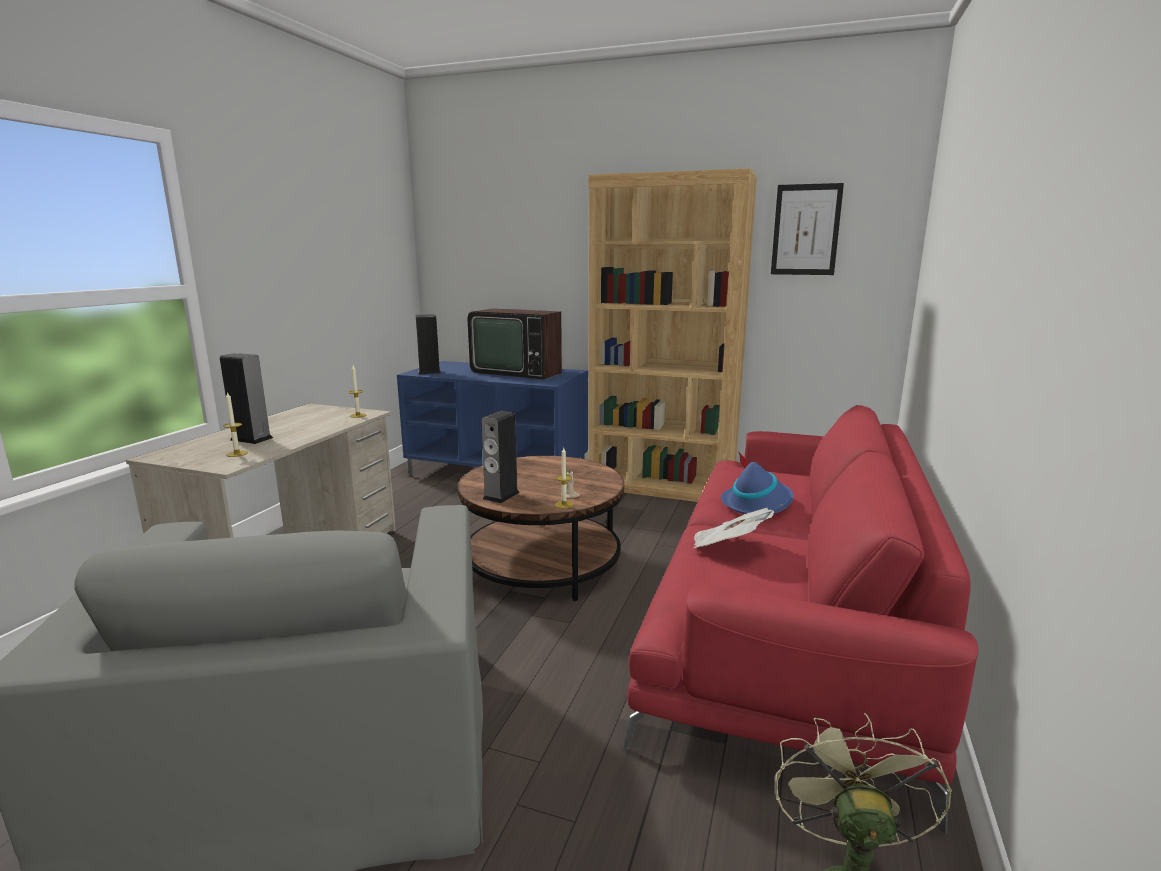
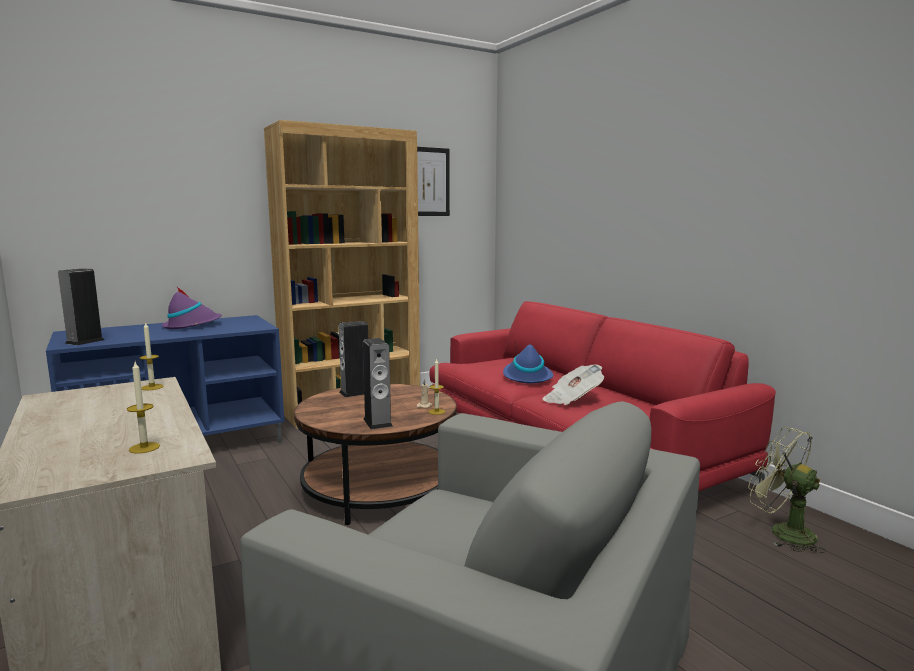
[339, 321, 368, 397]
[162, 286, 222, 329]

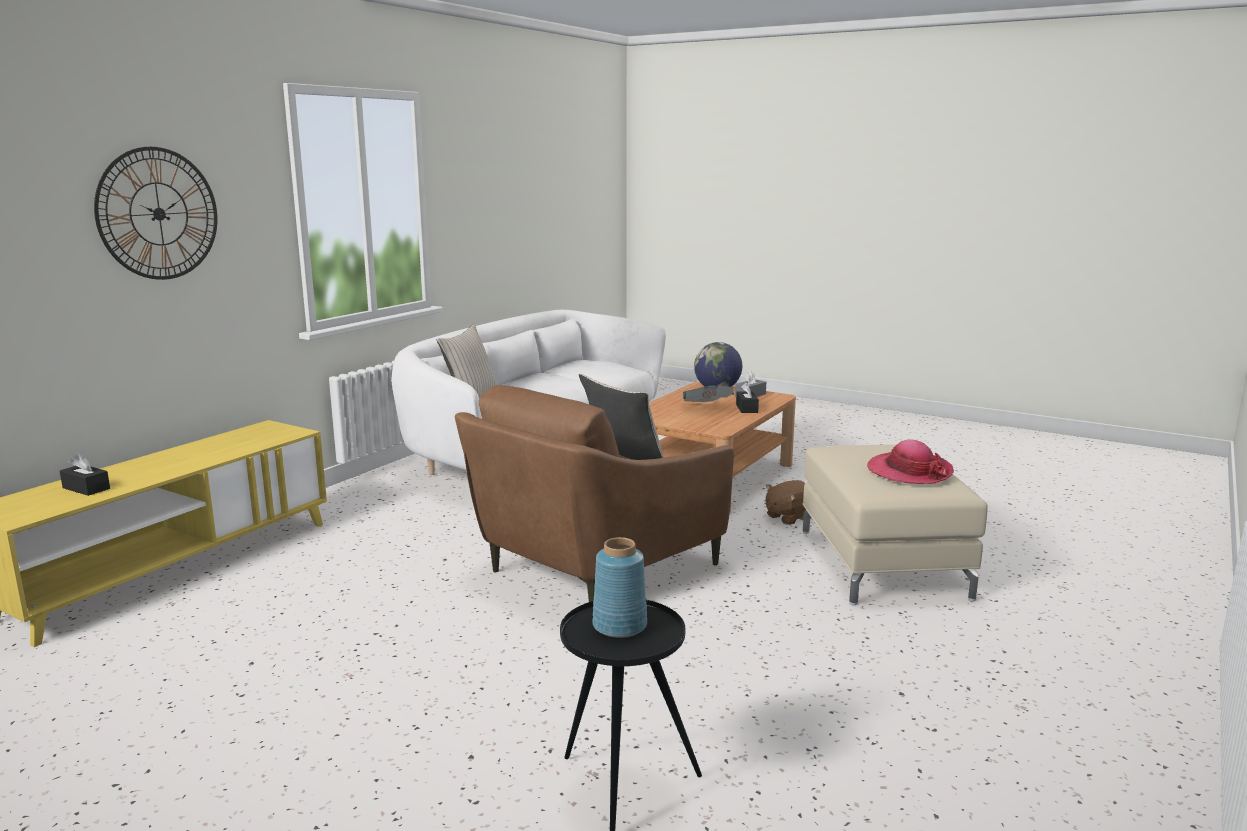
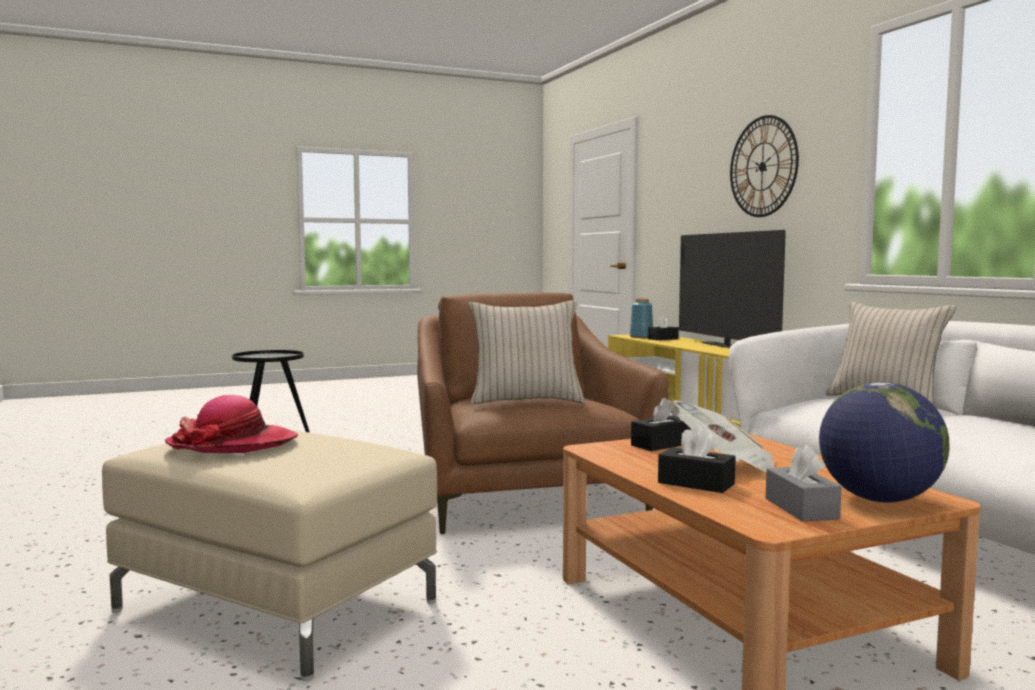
[765, 480, 811, 525] (first image)
[631, 398, 691, 451]
[679, 230, 786, 348]
[630, 298, 653, 338]

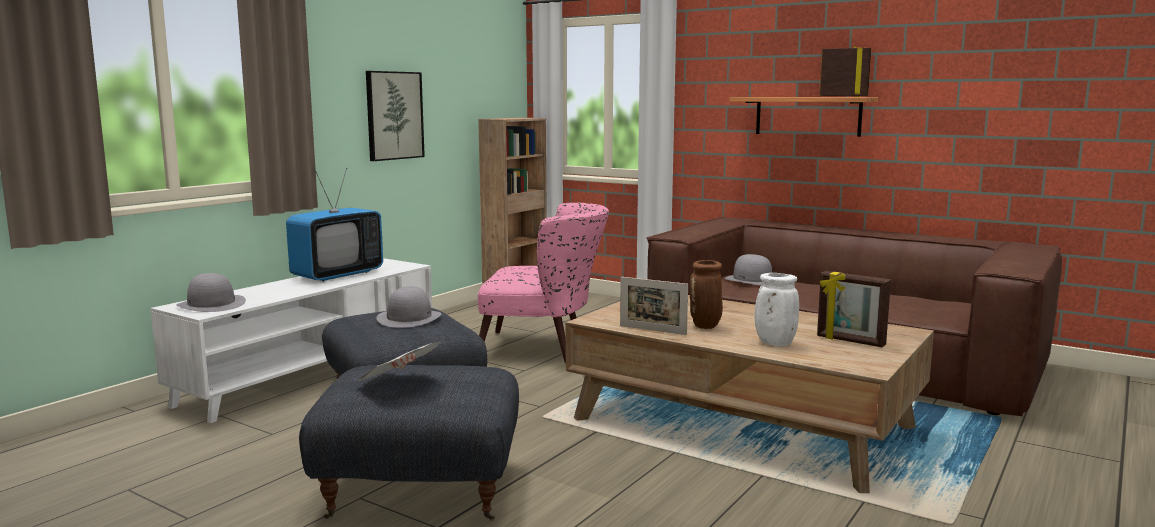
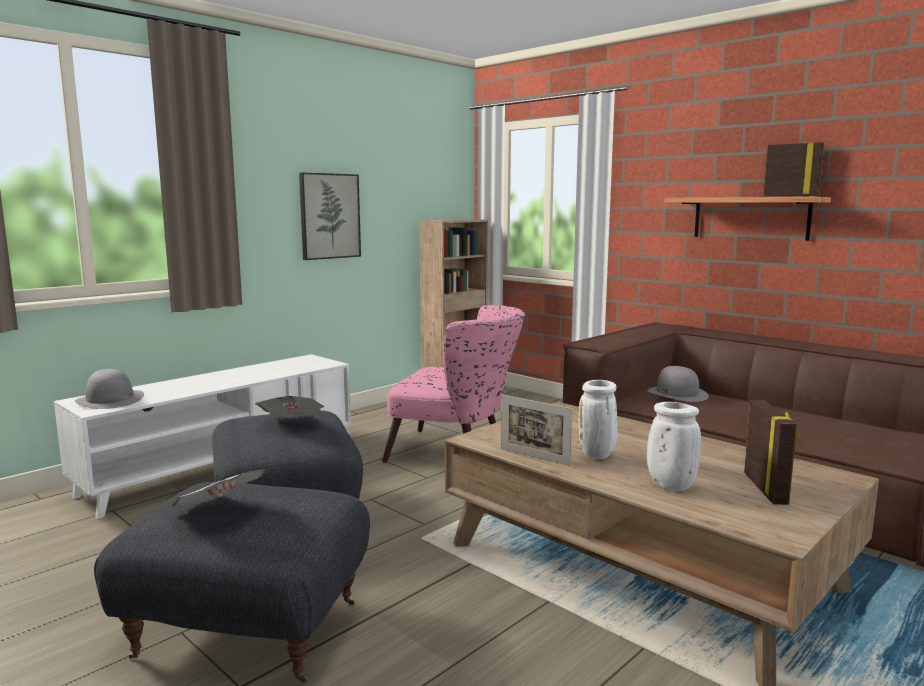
[286, 168, 383, 282] (first image)
[255, 396, 324, 415]
[579, 380, 618, 459]
[744, 400, 799, 505]

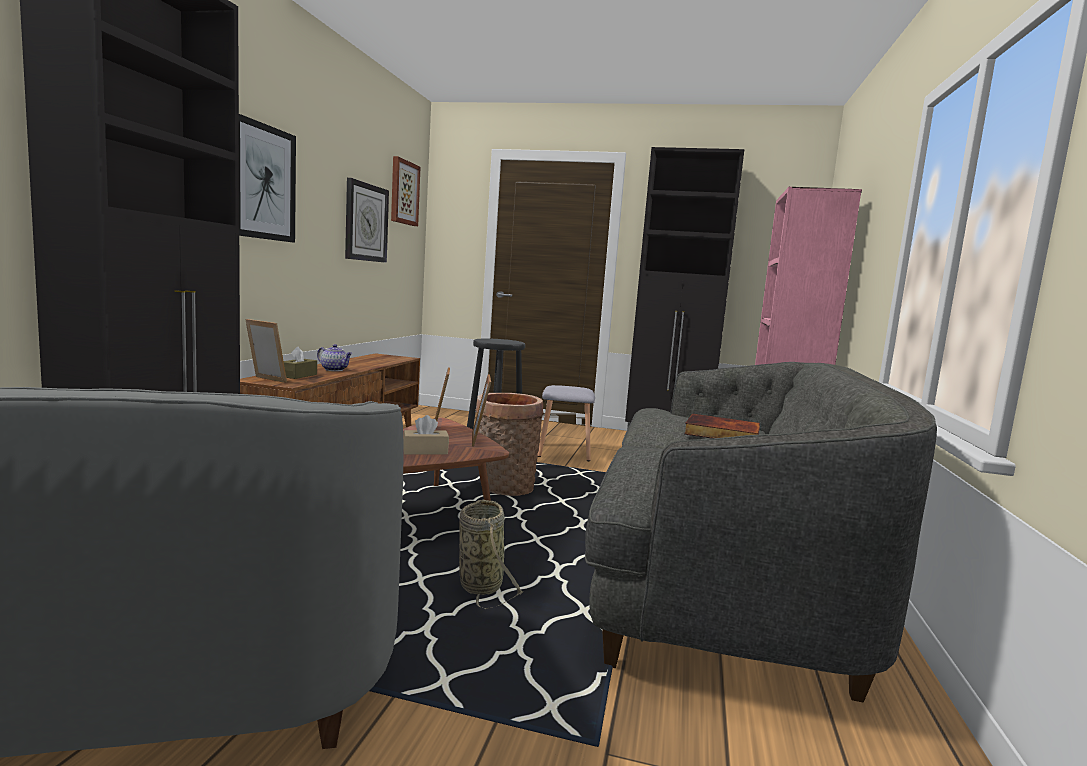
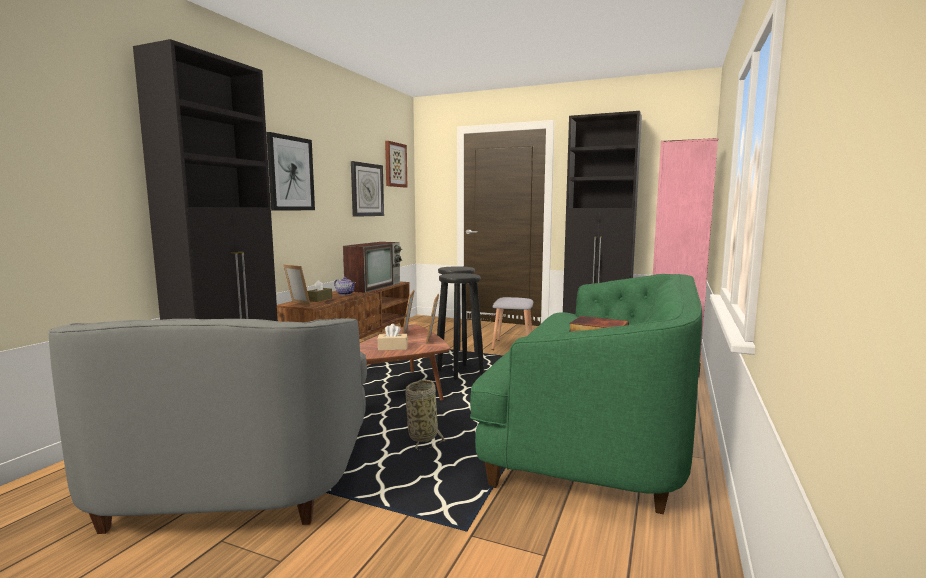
[343, 242, 402, 293]
[438, 273, 484, 380]
[470, 274, 702, 515]

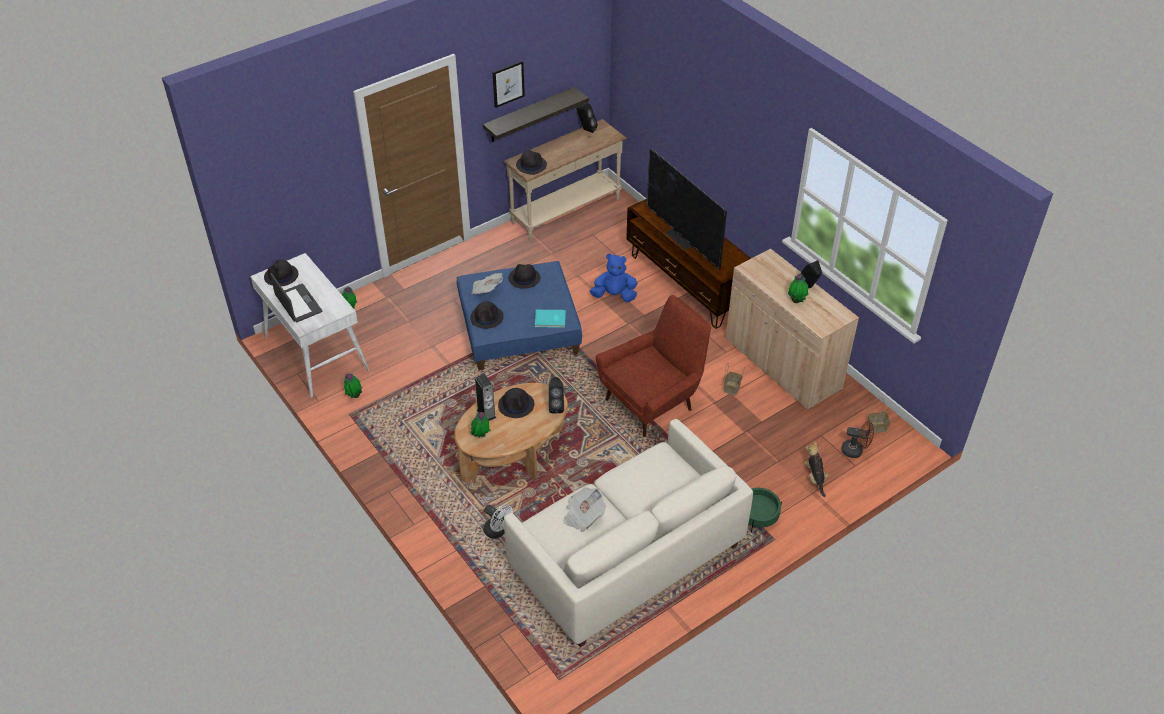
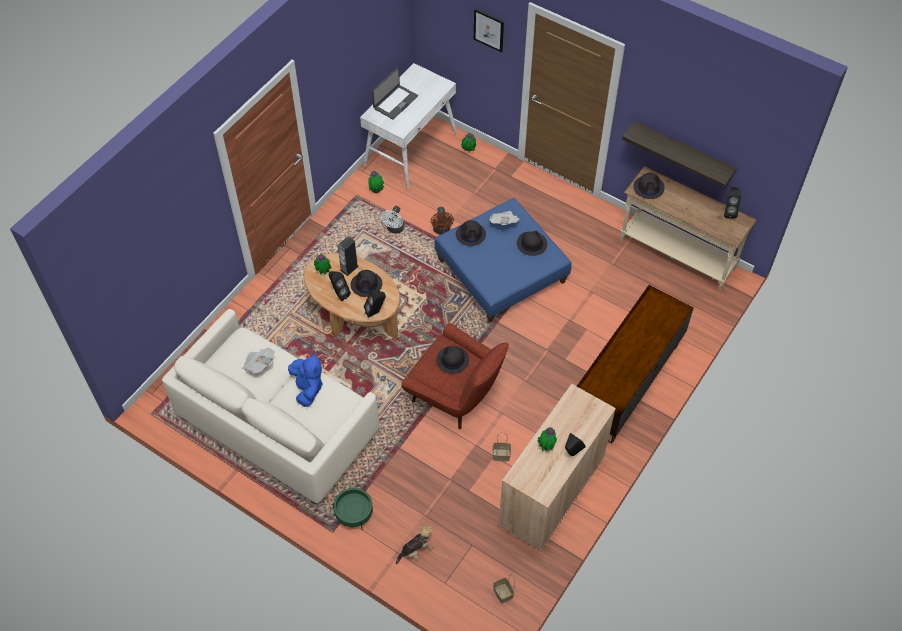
[535, 310, 566, 328] (first image)
[647, 148, 727, 270] (first image)
[329, 271, 351, 301]
[436, 346, 469, 374]
[381, 206, 405, 234]
[474, 9, 504, 52]
[288, 353, 323, 407]
[431, 207, 454, 234]

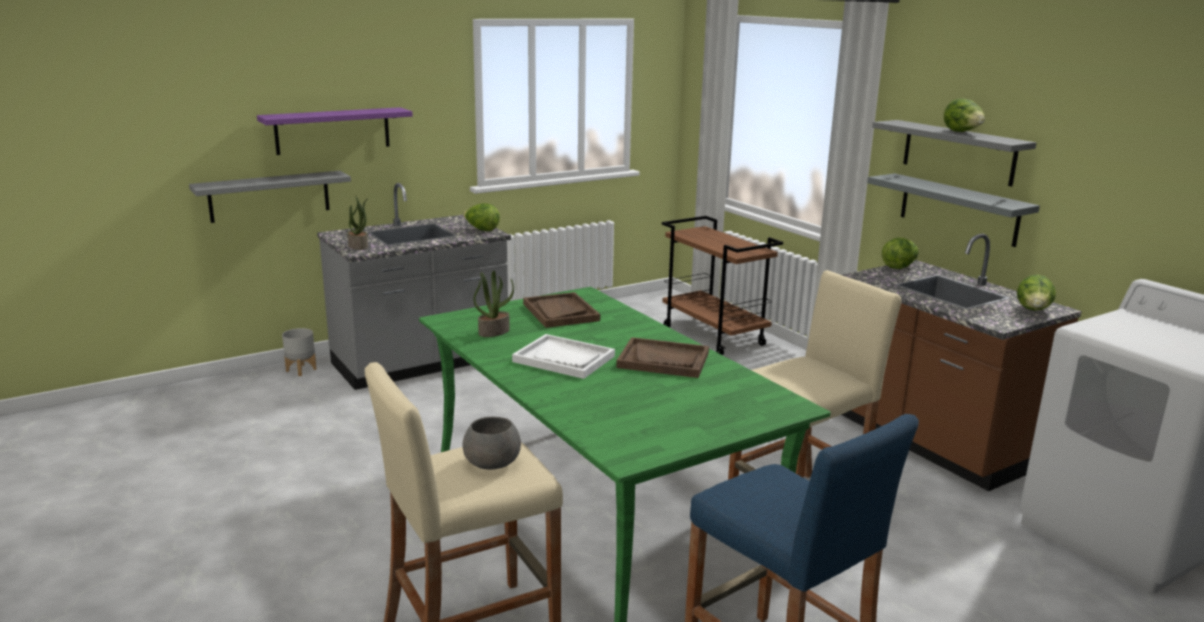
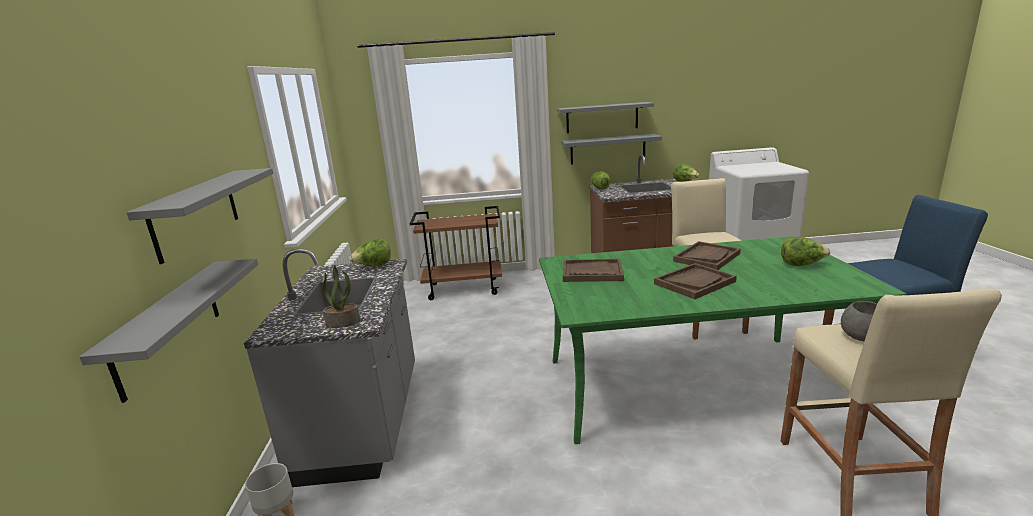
[473, 271, 514, 337] (first image)
[781, 237, 830, 266]
[126, 168, 273, 264]
[654, 263, 737, 299]

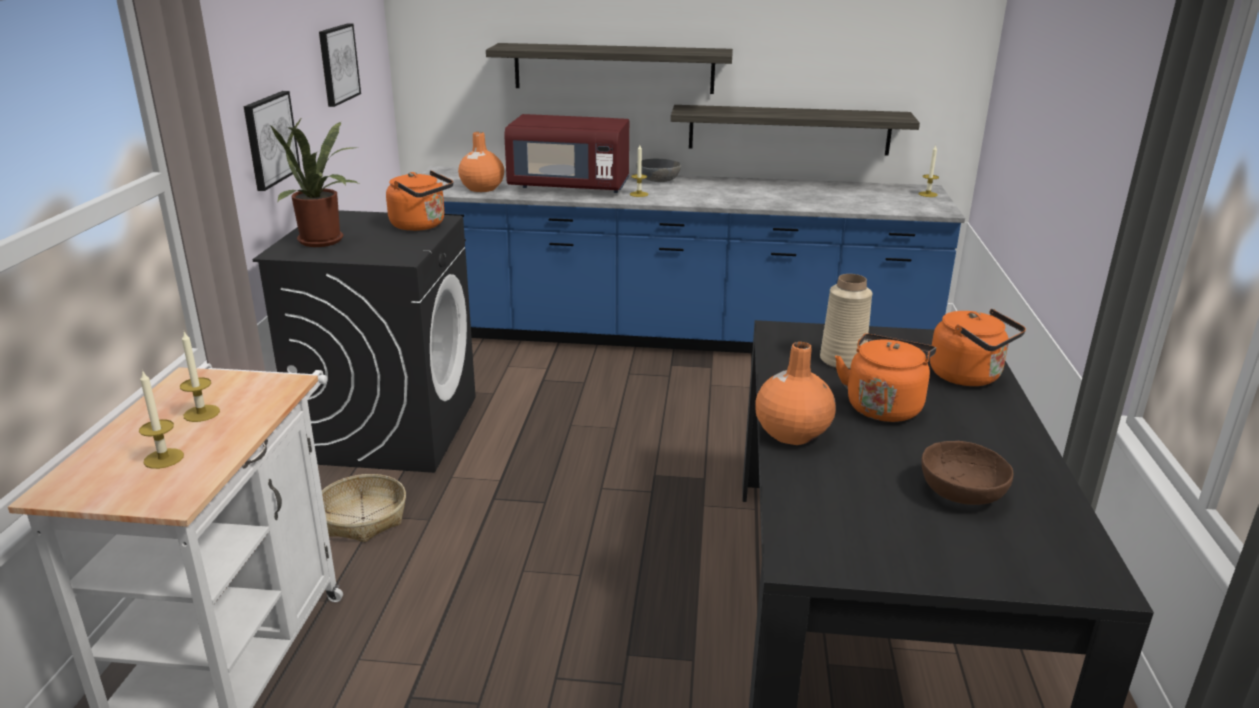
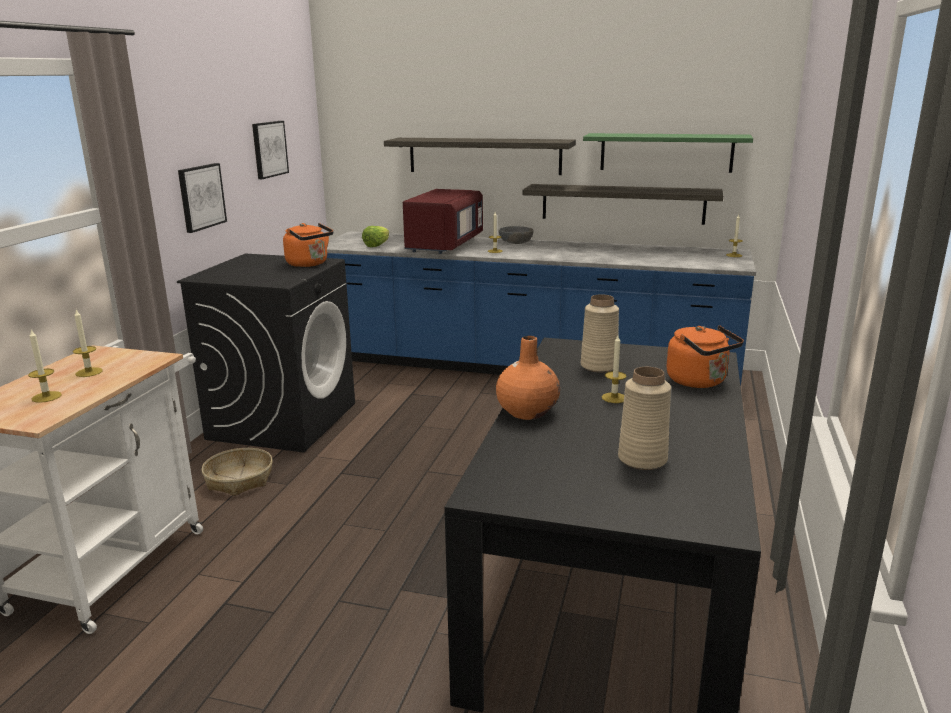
[271, 117, 359, 247] (first image)
[583, 133, 753, 173]
[362, 226, 389, 247]
[602, 335, 627, 403]
[618, 367, 671, 470]
[403, 189, 483, 254]

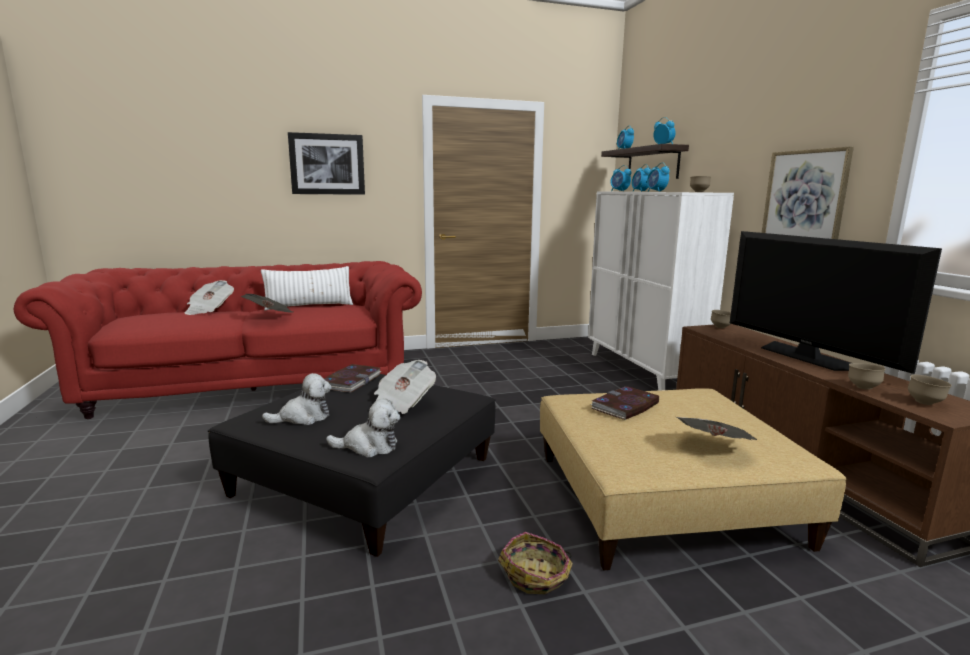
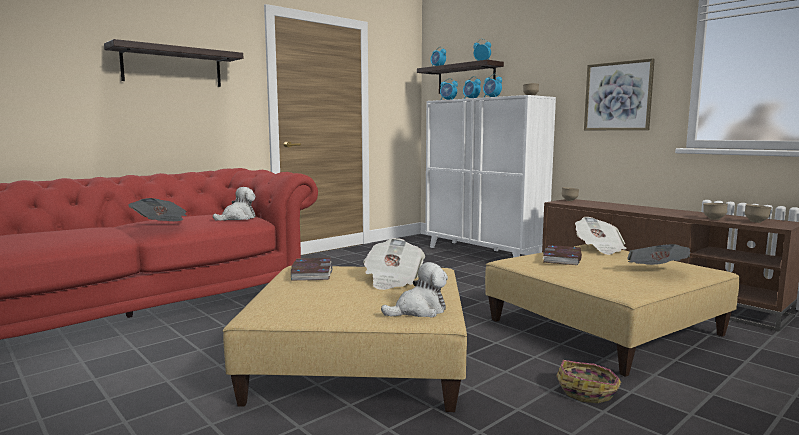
[261, 266, 353, 310] (first image)
[730, 231, 942, 374] (first image)
[575, 217, 627, 255]
[213, 187, 256, 221]
[104, 39, 243, 87]
[223, 266, 467, 412]

